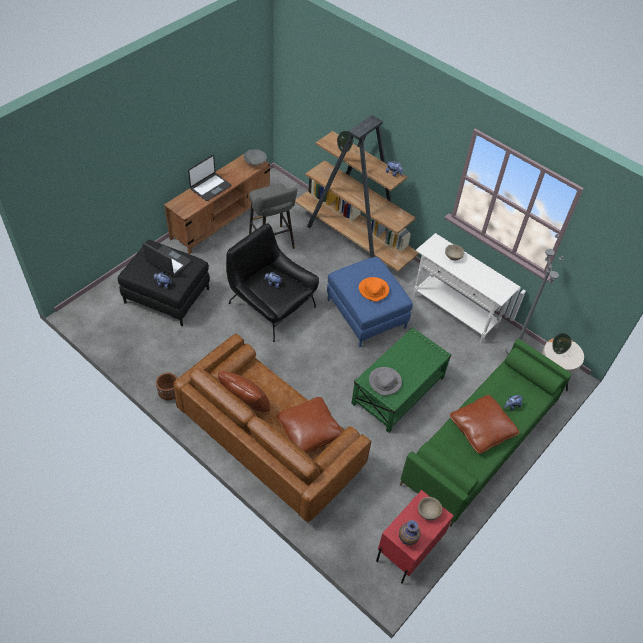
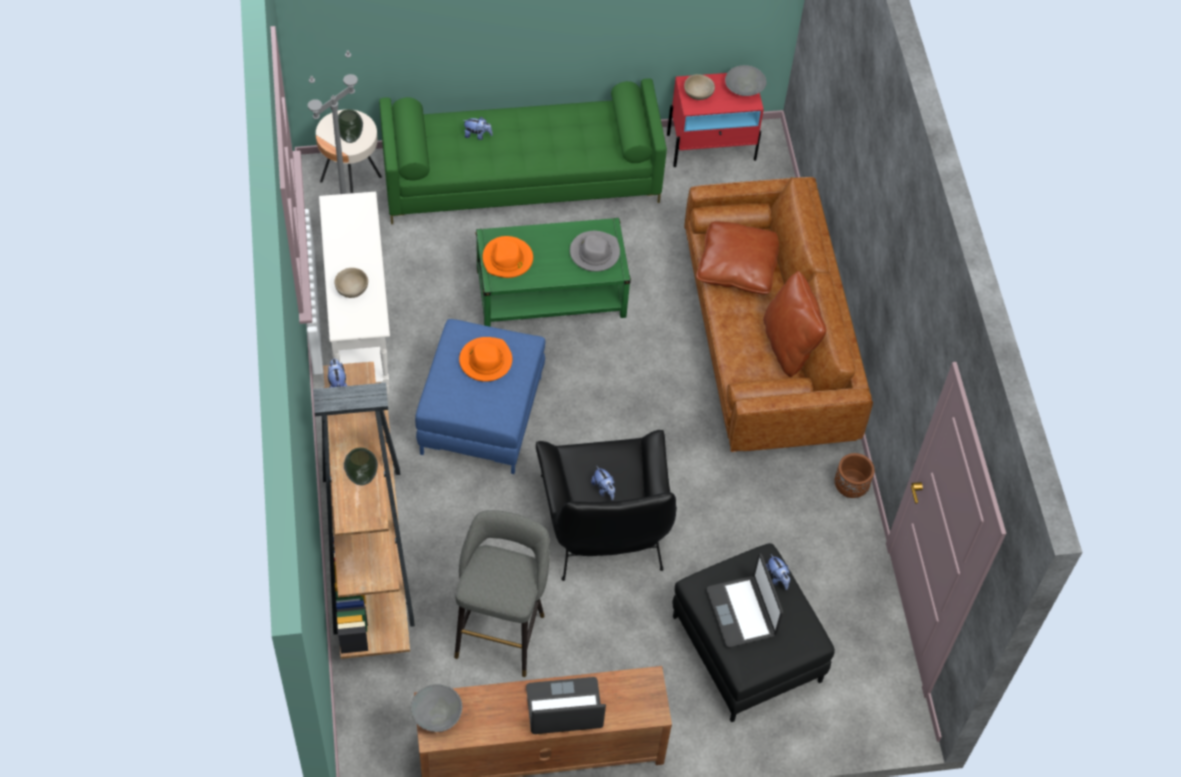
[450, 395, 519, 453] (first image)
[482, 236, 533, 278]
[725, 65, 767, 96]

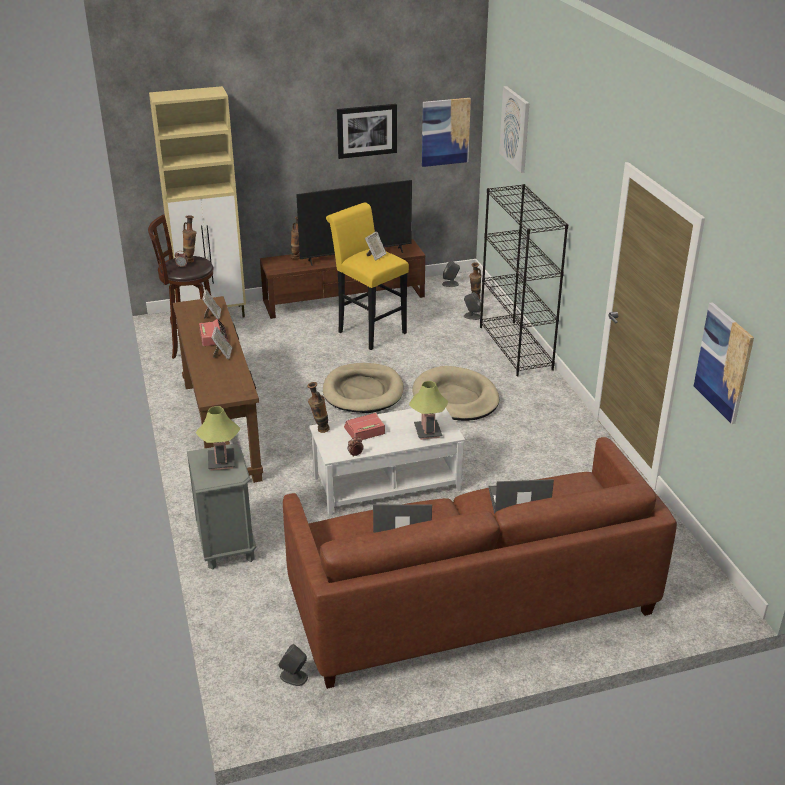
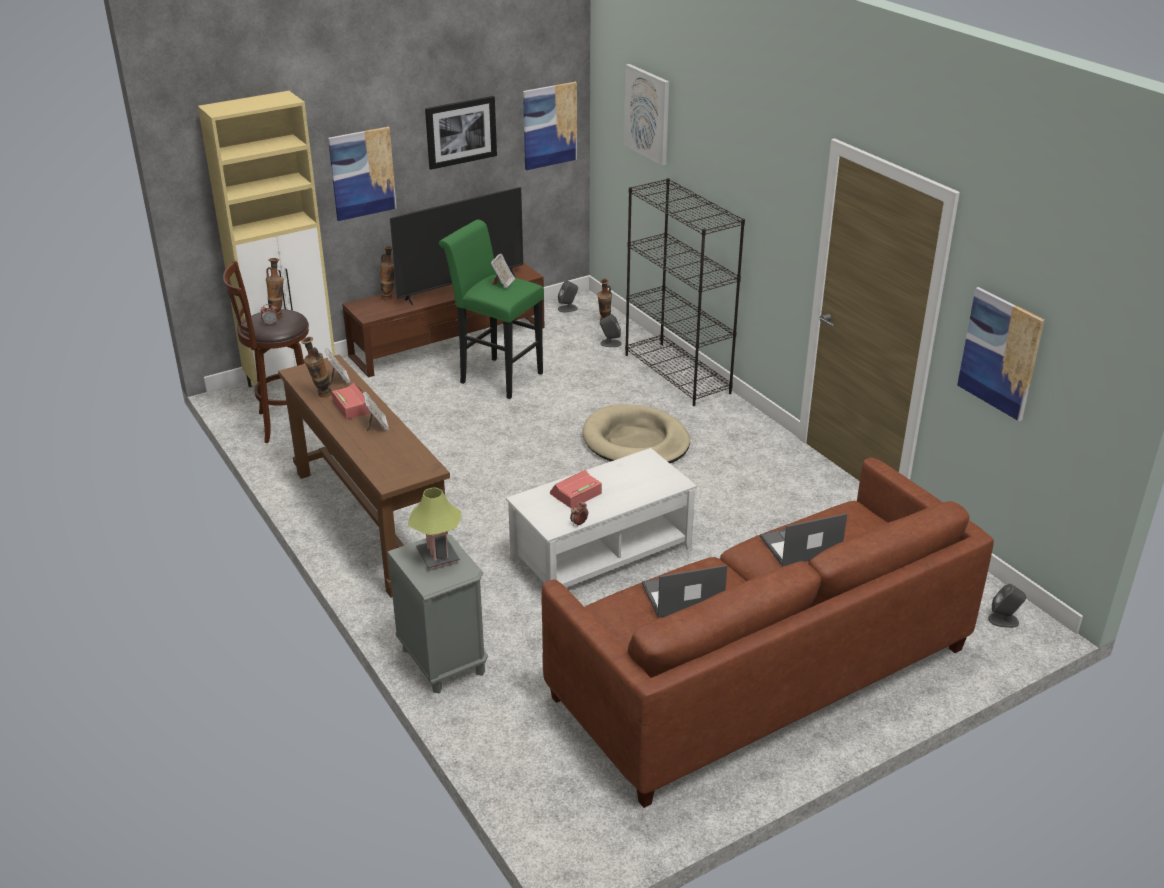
[323, 363, 403, 413] (first image)
[409, 381, 448, 440] (first image)
[328, 127, 397, 221]
[988, 584, 1026, 628]
[301, 337, 332, 397]
[439, 220, 544, 399]

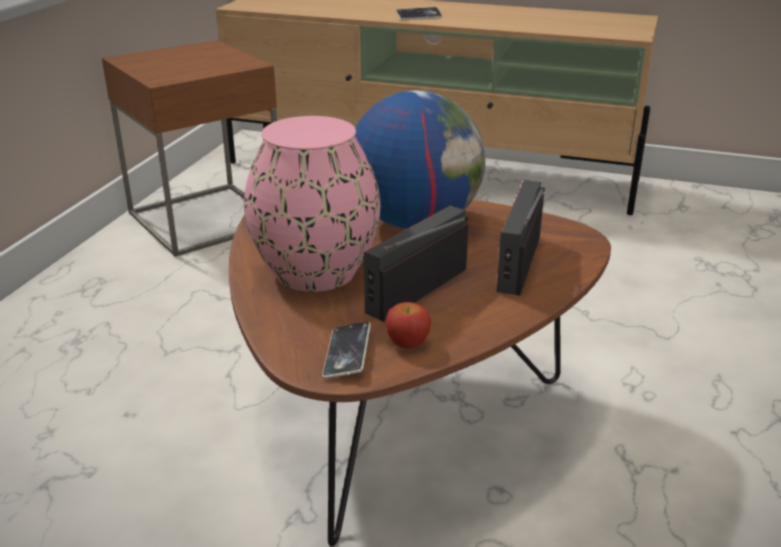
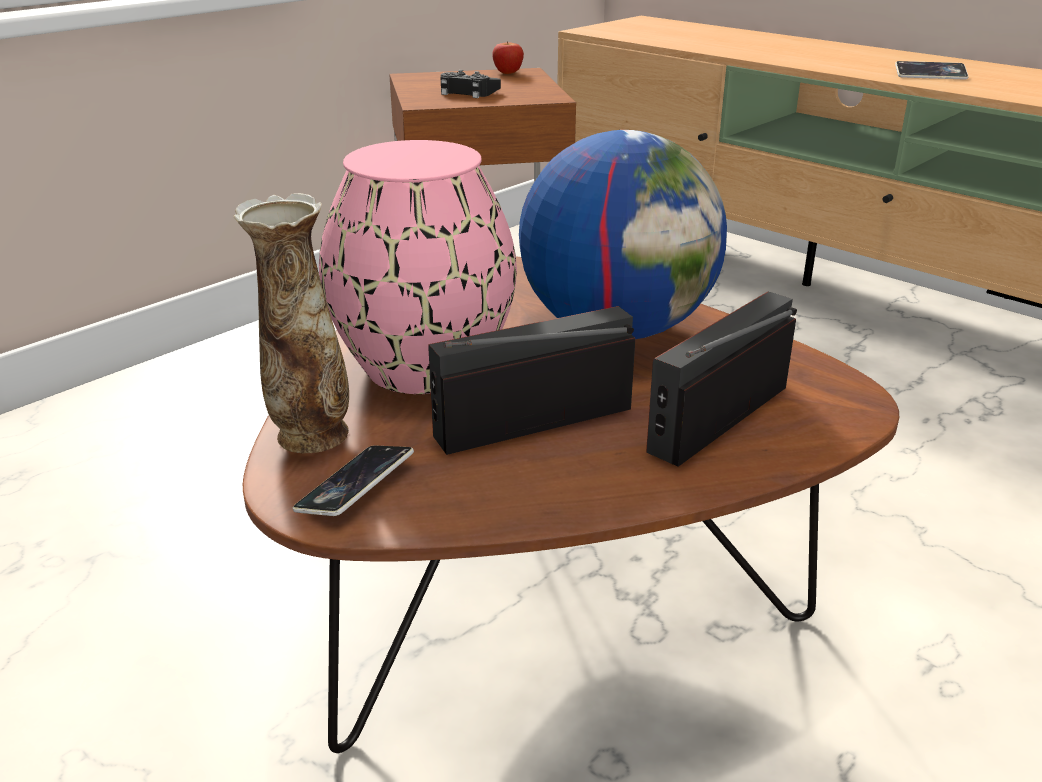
[234, 193, 349, 453]
[441, 70, 501, 98]
[492, 42, 524, 74]
[895, 61, 969, 79]

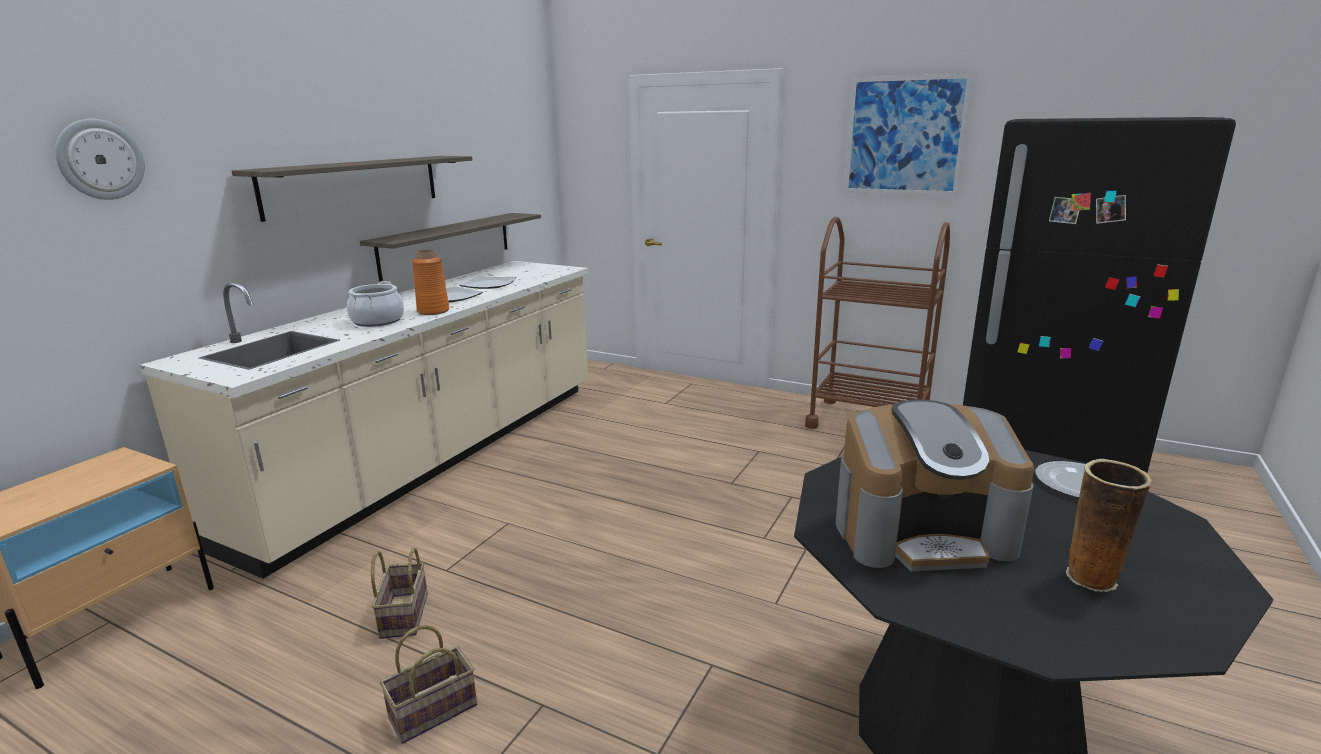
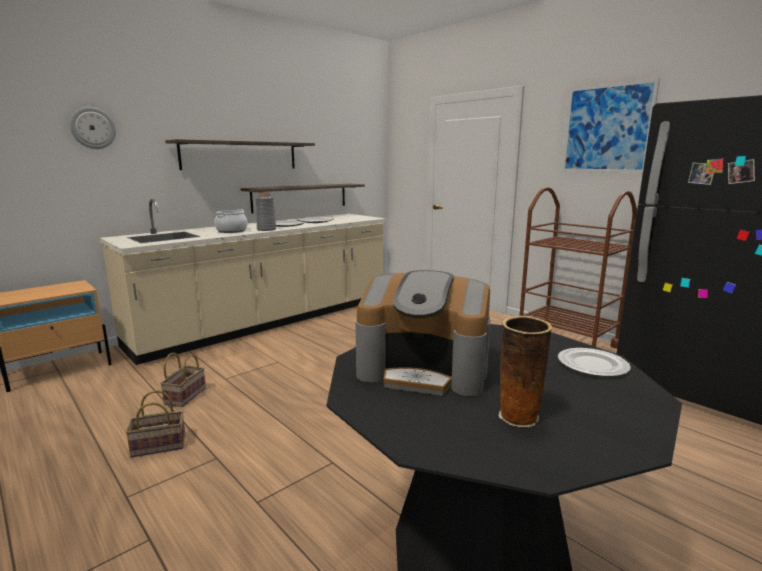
[256, 192, 276, 231]

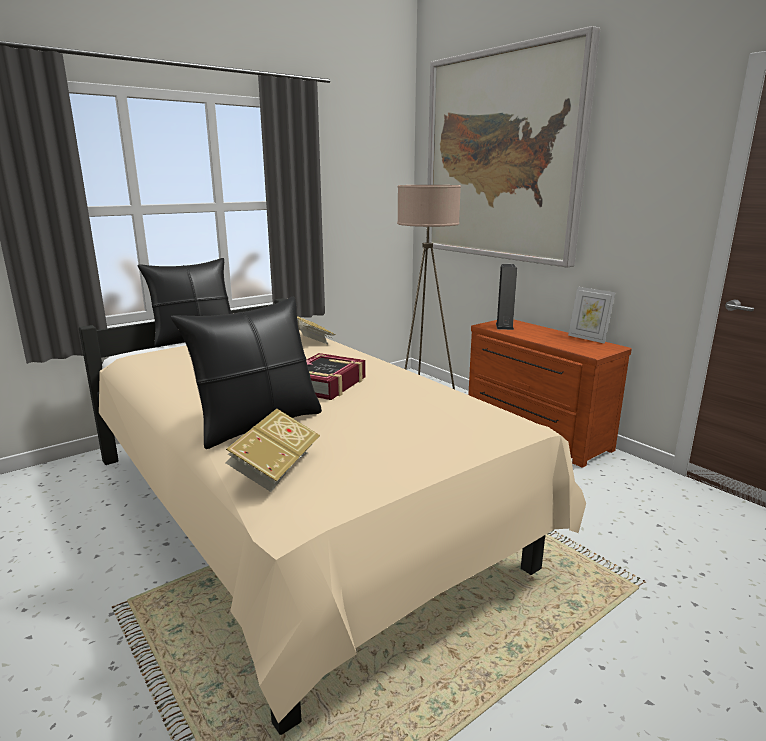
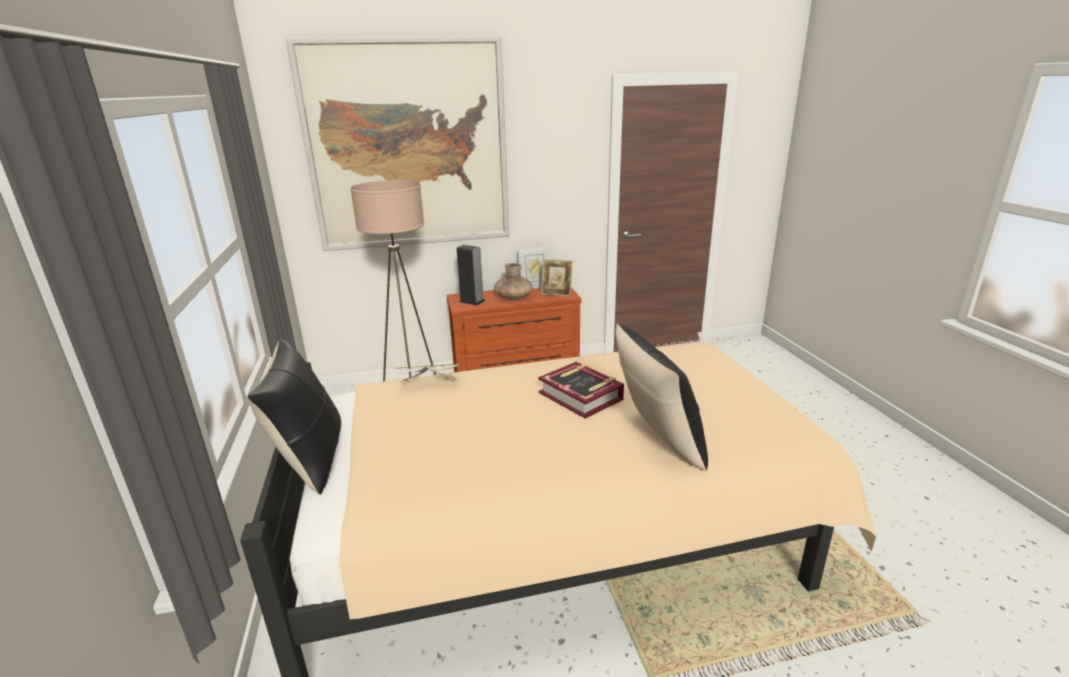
[226, 409, 320, 492] (first image)
[494, 263, 533, 299]
[541, 259, 573, 296]

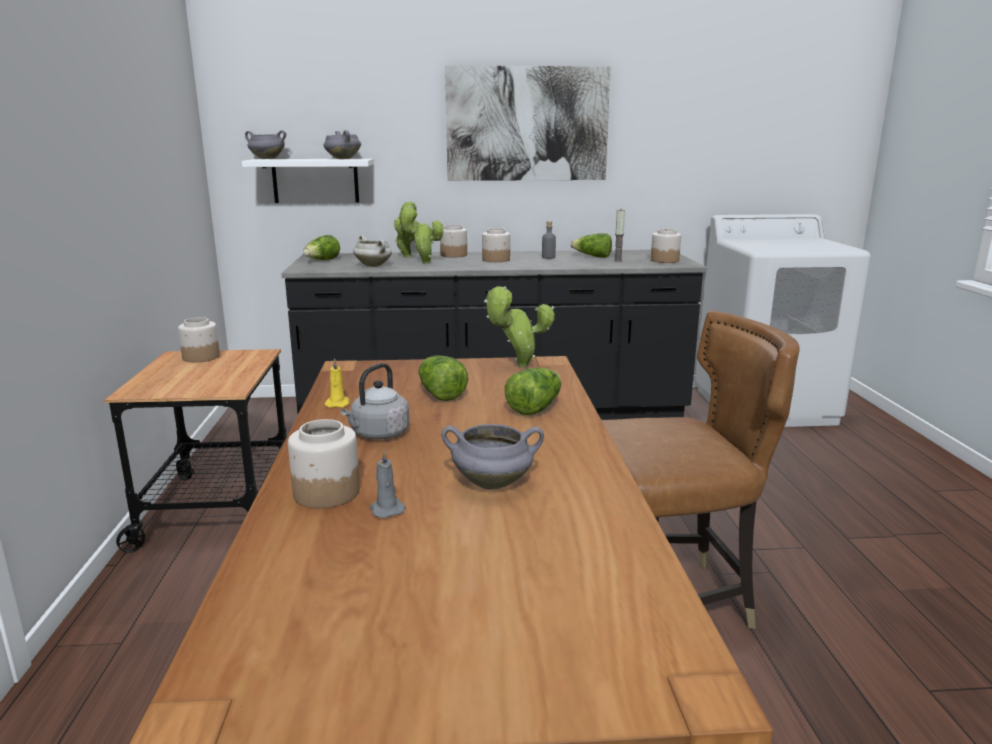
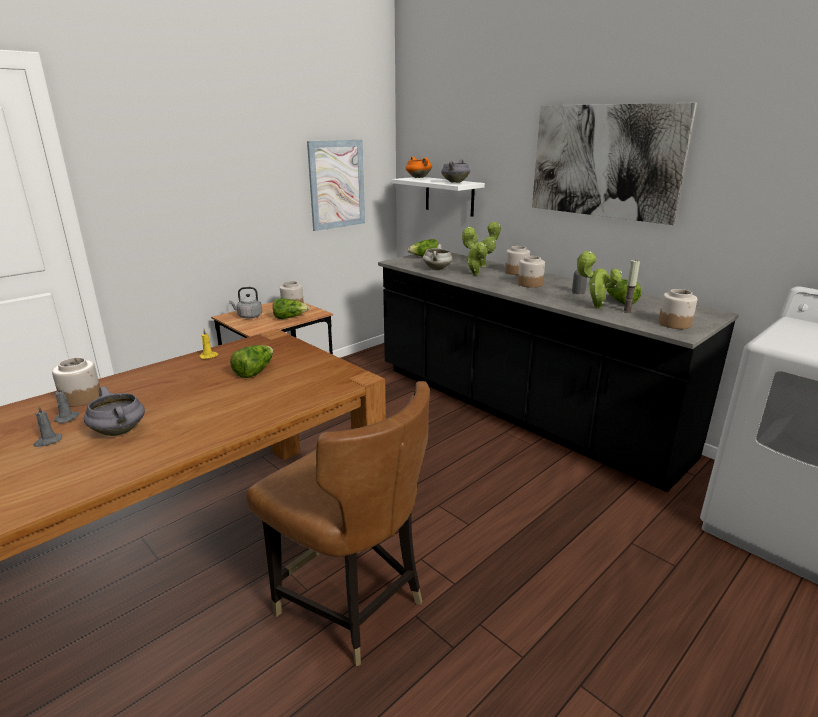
[33, 405, 62, 447]
[307, 140, 365, 231]
[229, 287, 262, 318]
[576, 251, 622, 309]
[273, 298, 309, 319]
[406, 156, 432, 178]

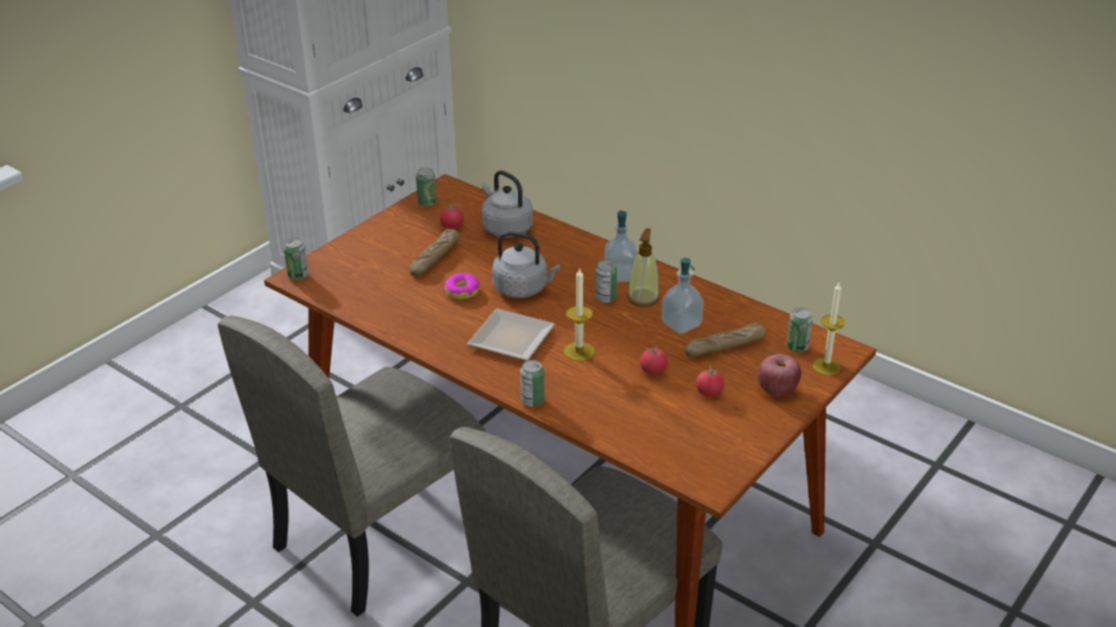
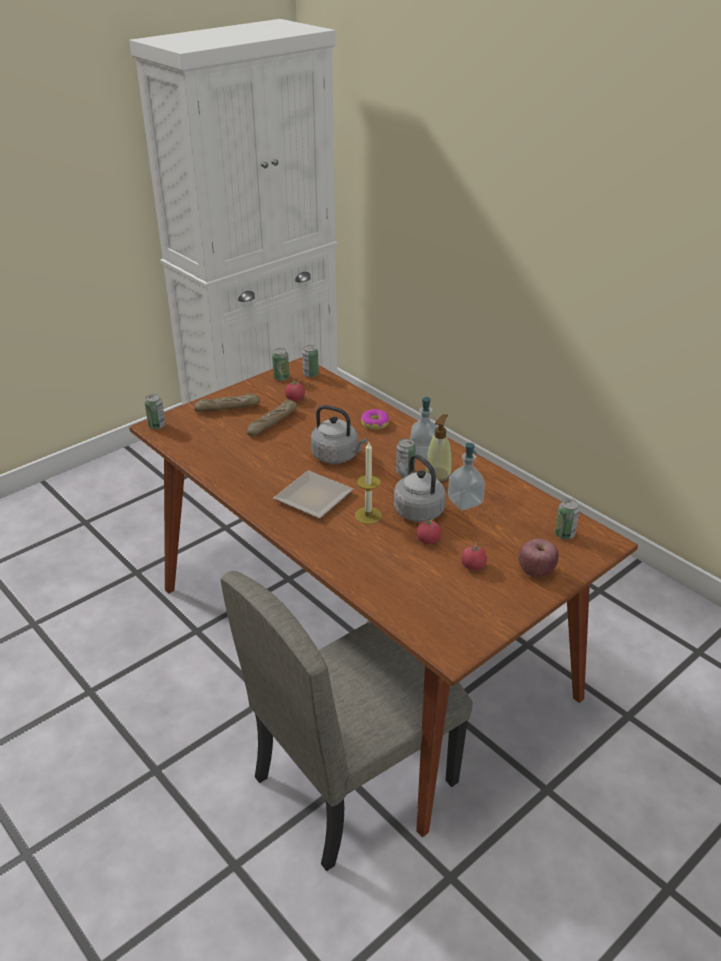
[218, 316, 486, 617] (first image)
[813, 283, 845, 375] (first image)
[361, 409, 389, 430]
[394, 454, 446, 522]
[302, 345, 319, 377]
[194, 393, 260, 412]

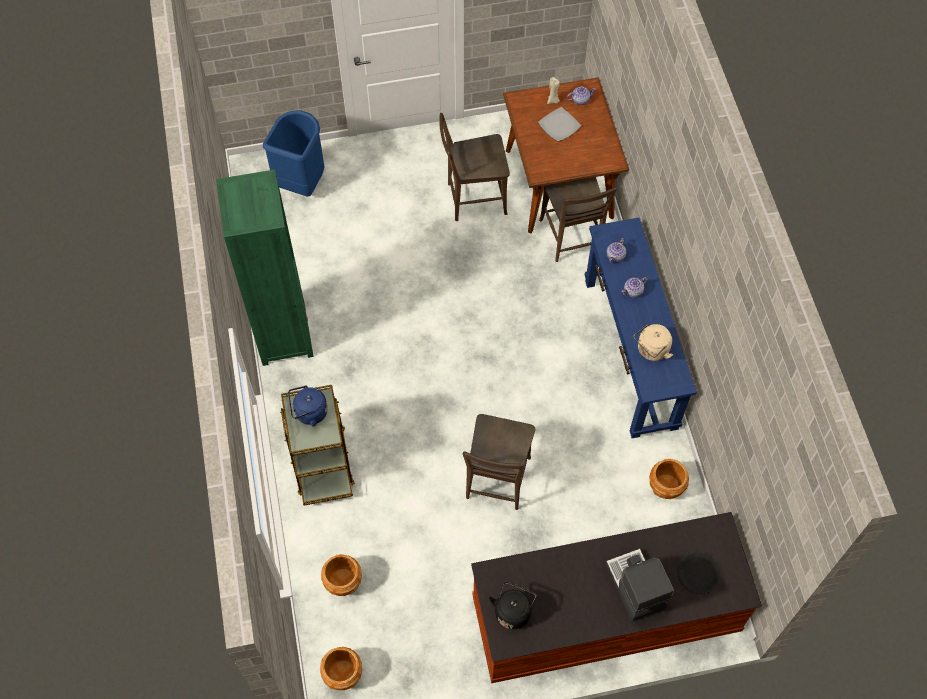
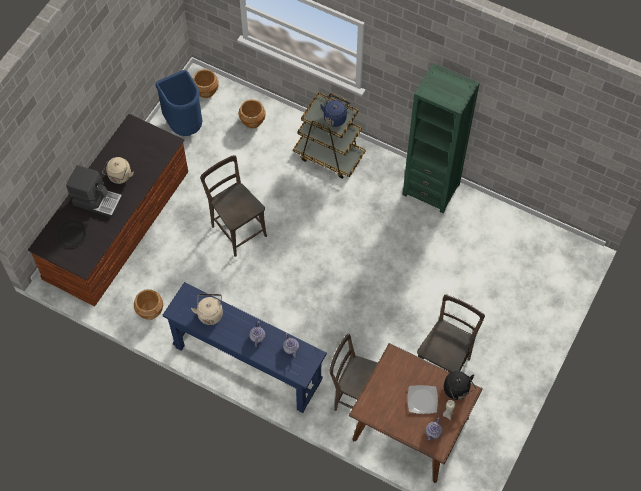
[102, 157, 134, 184]
[155, 70, 203, 136]
[444, 371, 476, 400]

